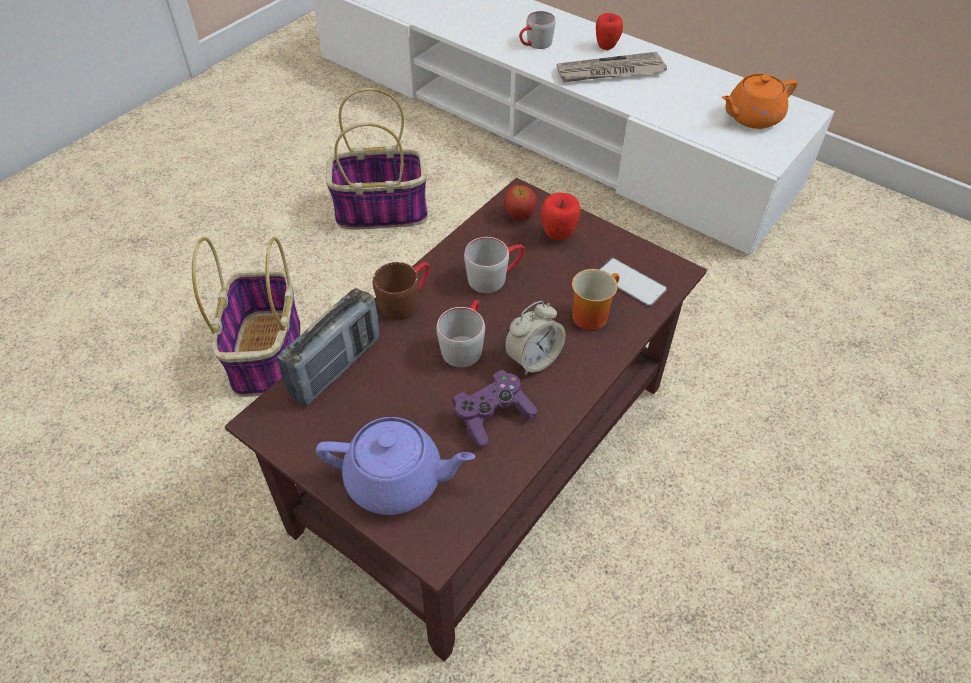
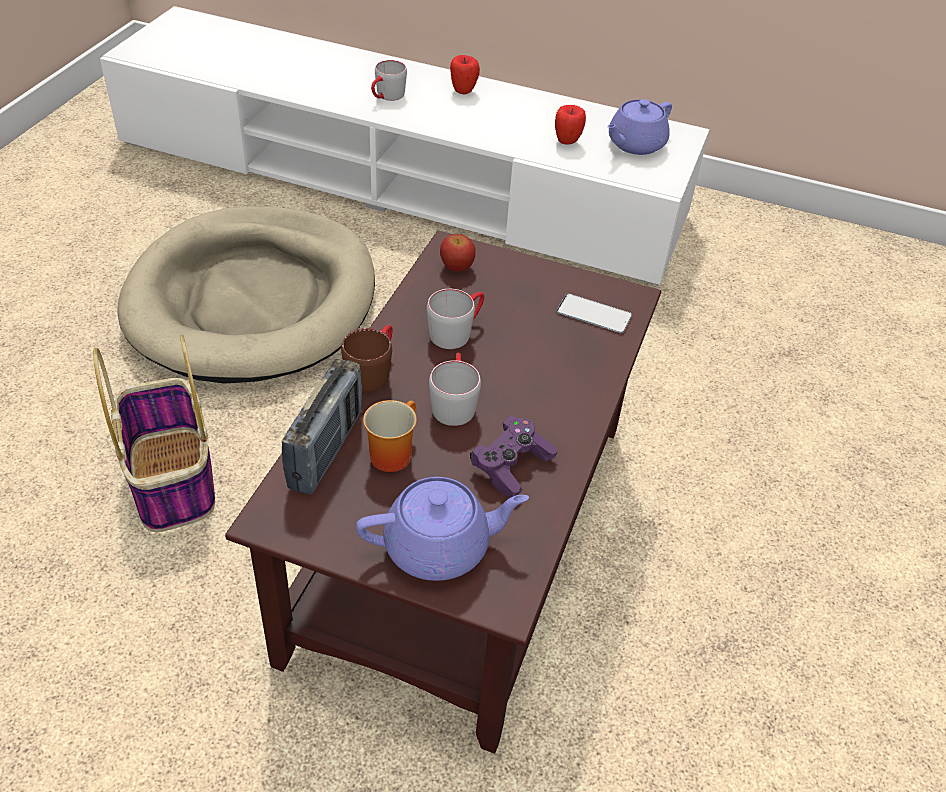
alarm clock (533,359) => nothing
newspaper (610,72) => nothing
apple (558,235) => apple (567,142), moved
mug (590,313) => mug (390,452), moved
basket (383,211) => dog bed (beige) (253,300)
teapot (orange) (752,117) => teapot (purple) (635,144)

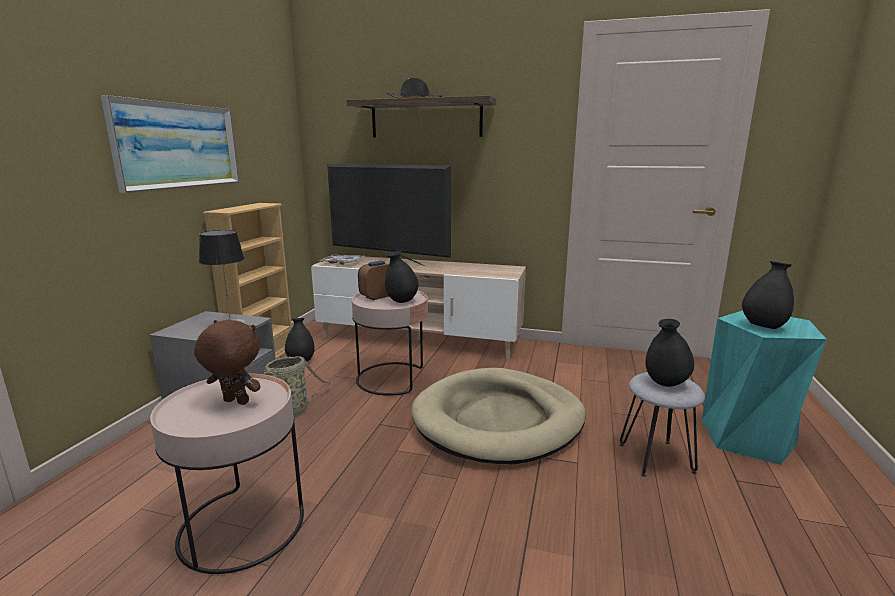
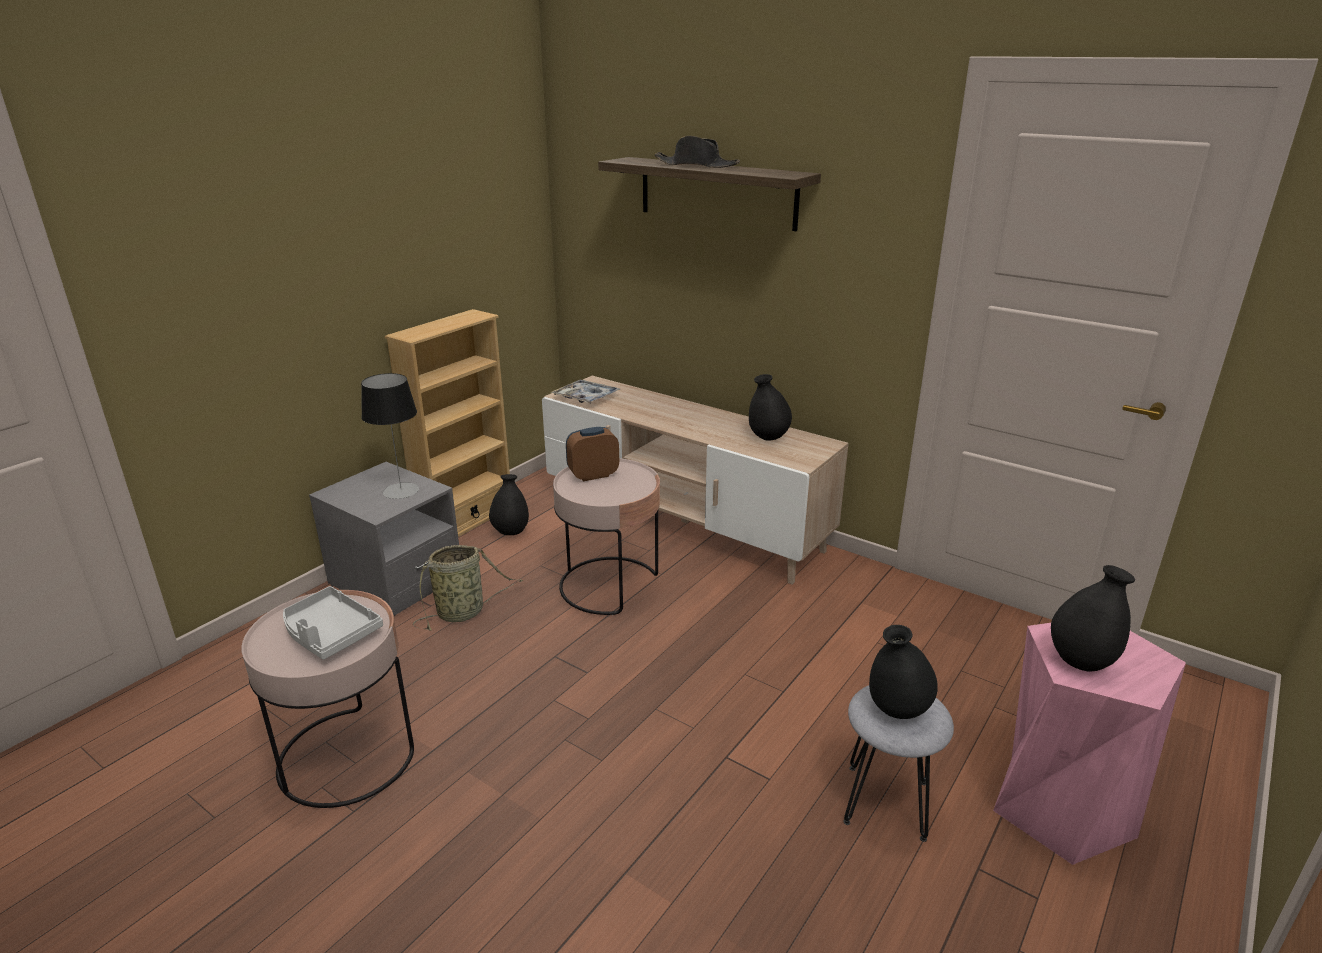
picture (178,146) => nothing
television (389,261) => nothing
dog bed (beige) (498,420) => nothing
vase (black) (402,301) => vase (black) (768,438), moved
plush toy (brown) (234,402) => tray (grey) (330,633)
stool (turquoise) (747,438) => stool (pink) (1060,807)

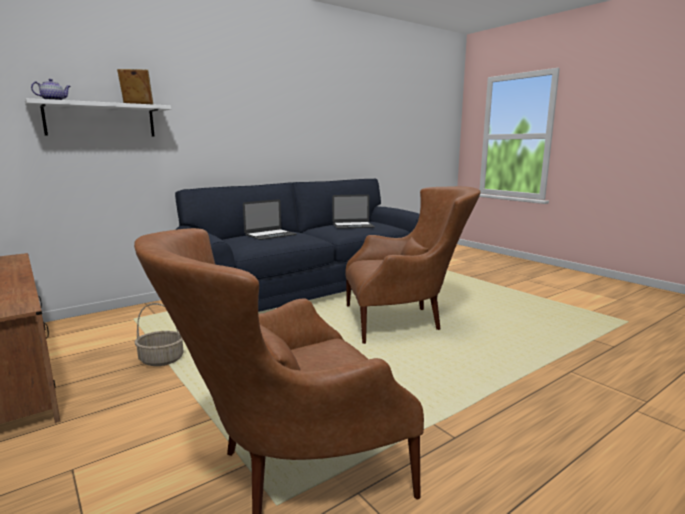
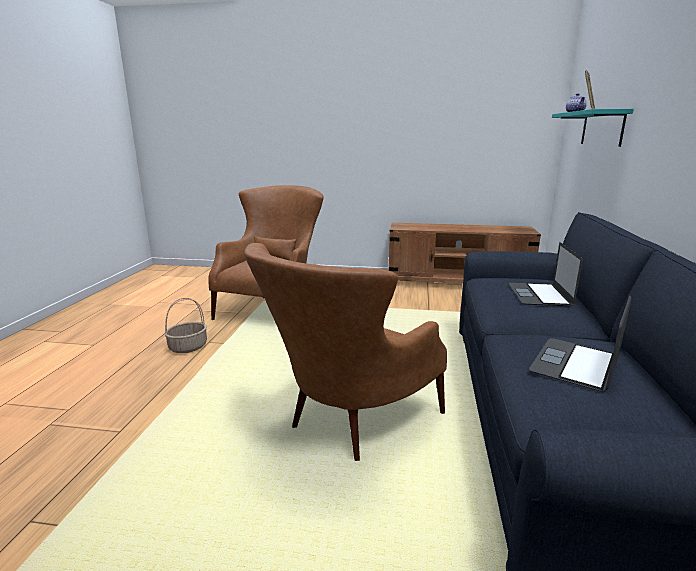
basket (161,360) => basket (188,347), moved
shelf (white) (101,120) => shelf (turquoise) (602,128)

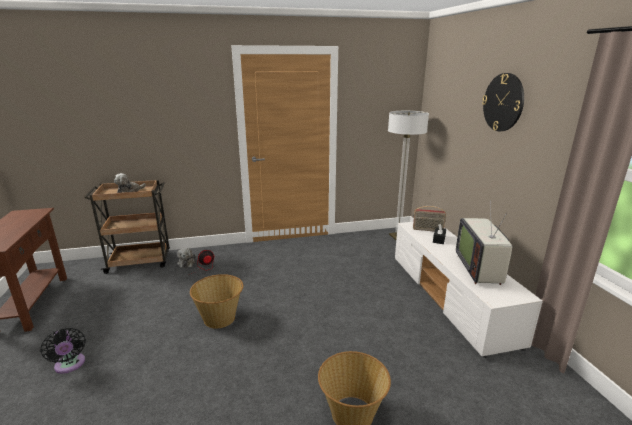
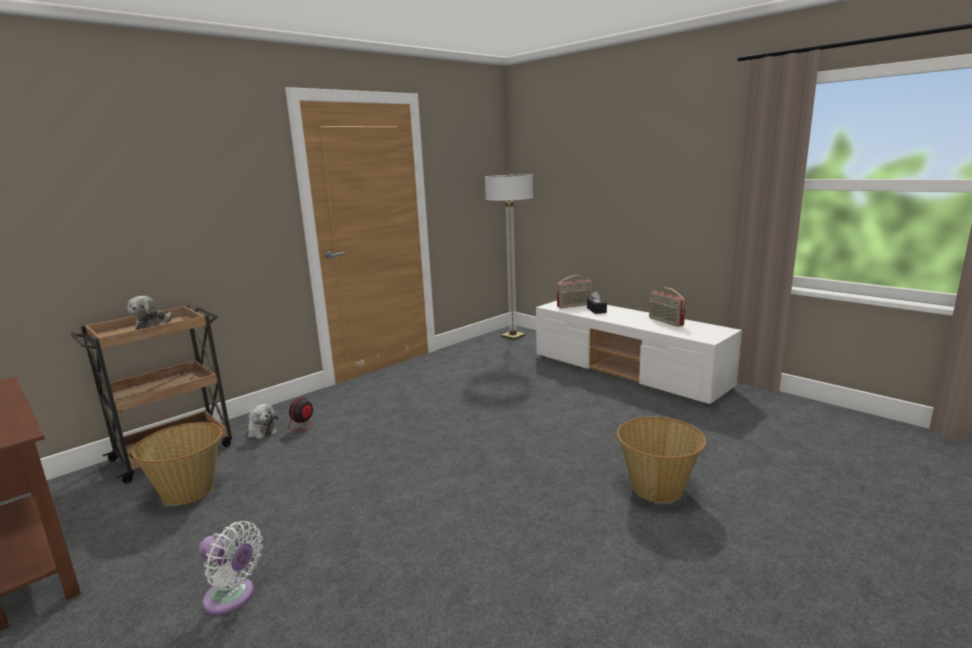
wall clock (503,102) => nothing
basket (220,318) => basket (189,490), moved
television (480,268) => radio (665,322)
fan (black) (70,365) => fan (white) (233,598)

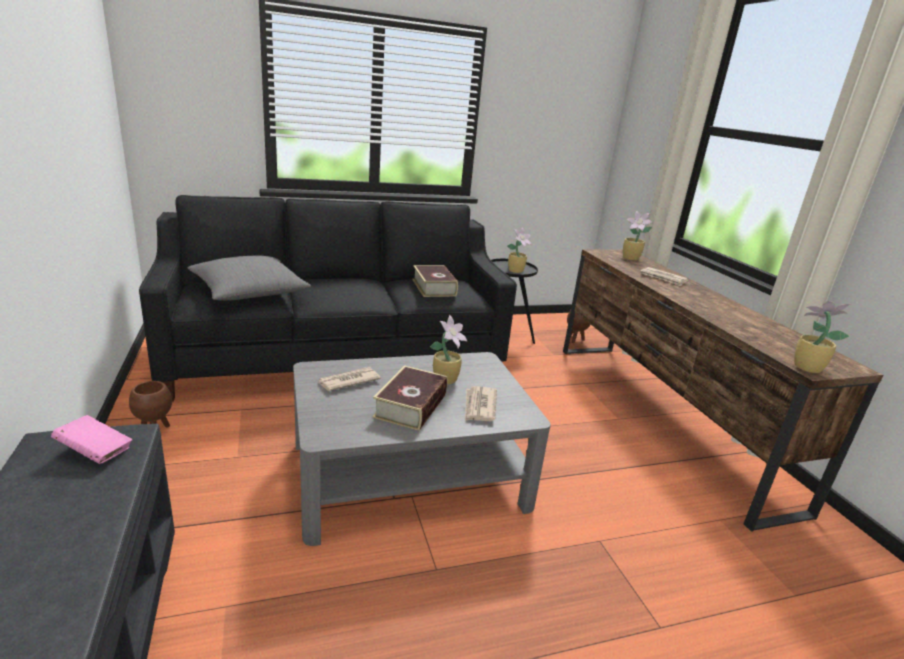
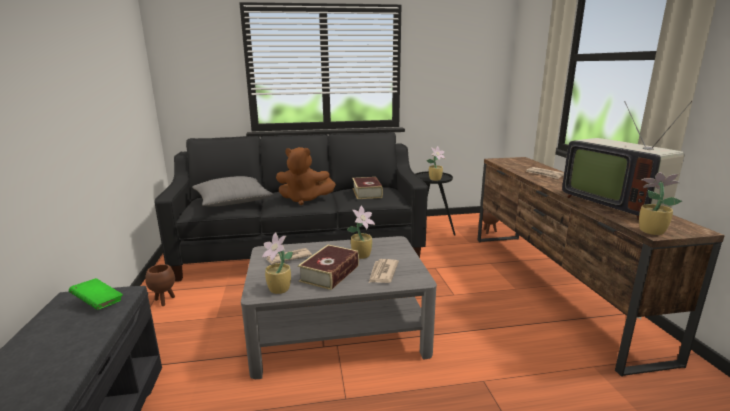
nothing => plush toy (brown) (304,200)
nothing => television (613,204)
potted plant (631,258) => potted plant (279,290), moved
book (pink) (95,452) => book (green) (98,303)

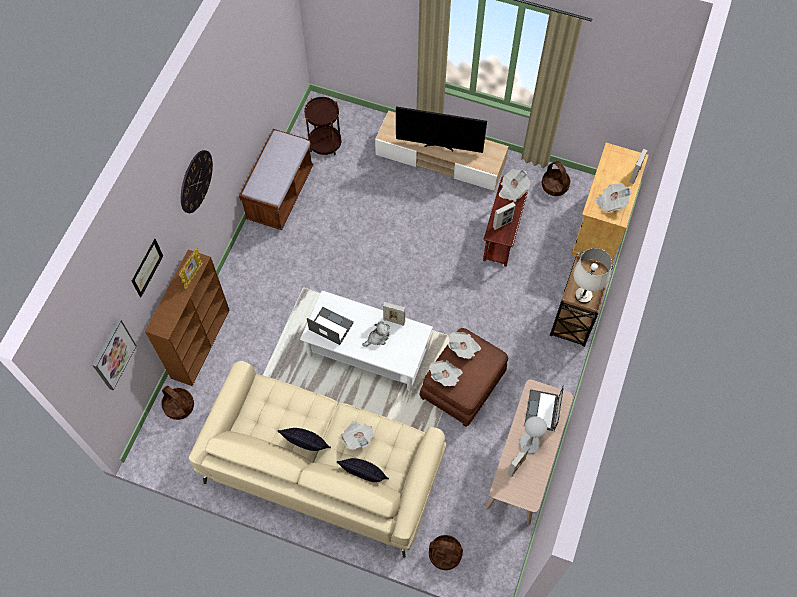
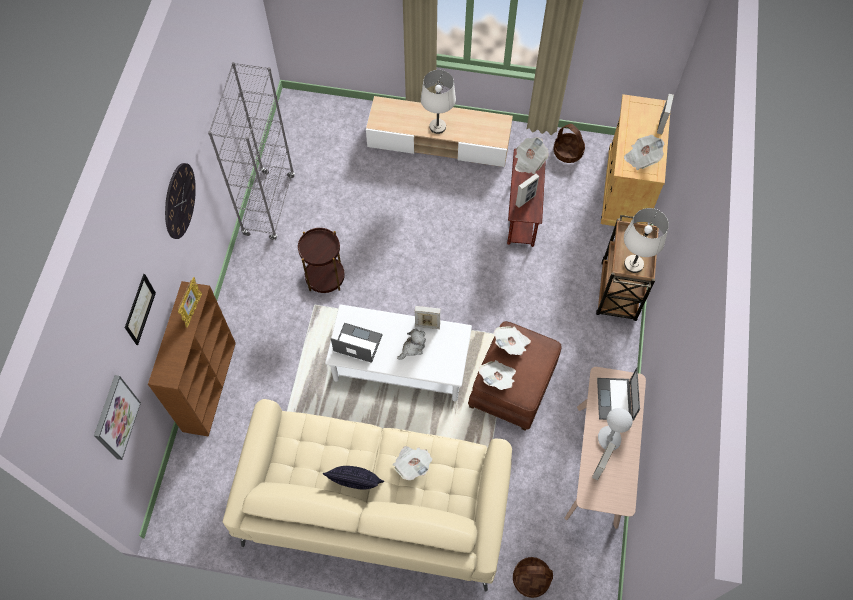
basket (179,406) => nothing
pillow (363,476) => nothing
side table (brown) (325,143) => side table (brown) (325,277), moved
bench (brown) (280,194) => bookcase (grey) (269,205)
television (439,146) => table lamp (white) (437,126)

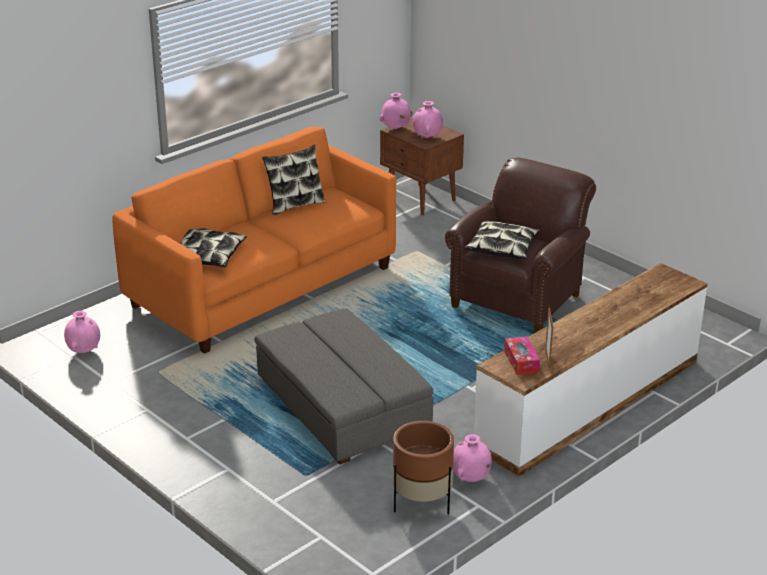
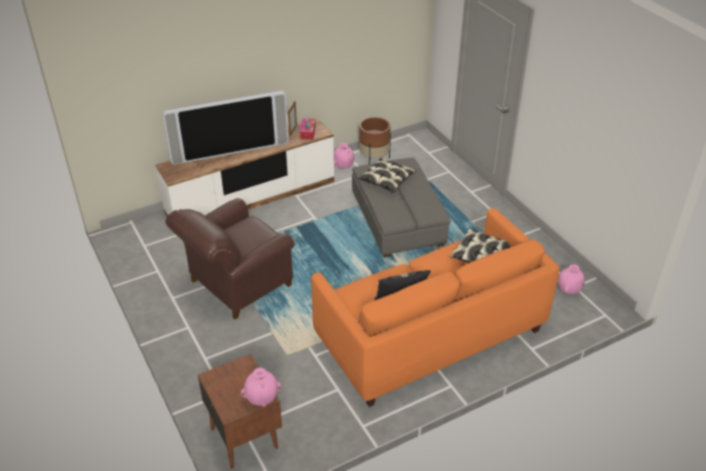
vase (pink) (427,137) => nothing
nothing => television (229,150)
pillow (502,247) => pillow (387,180), moved

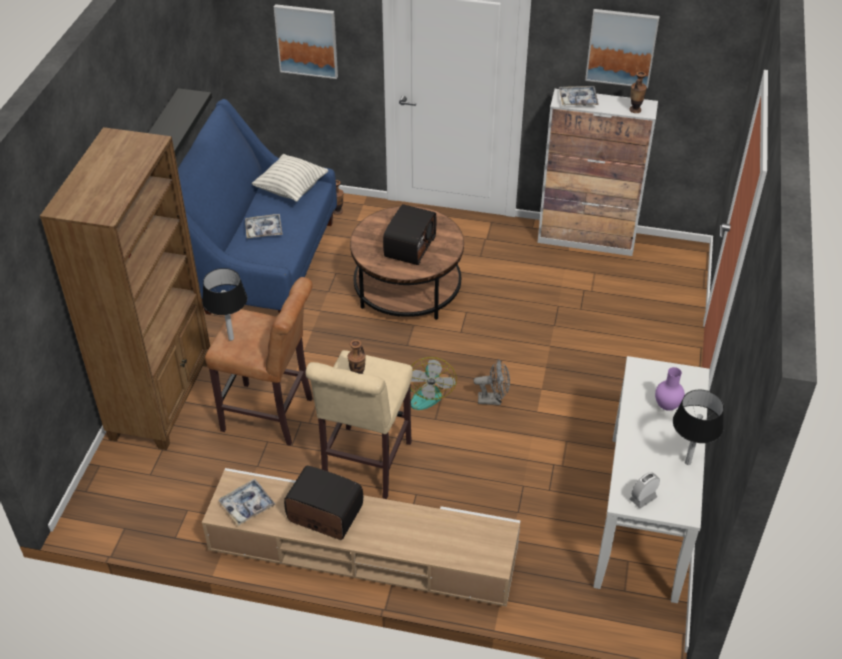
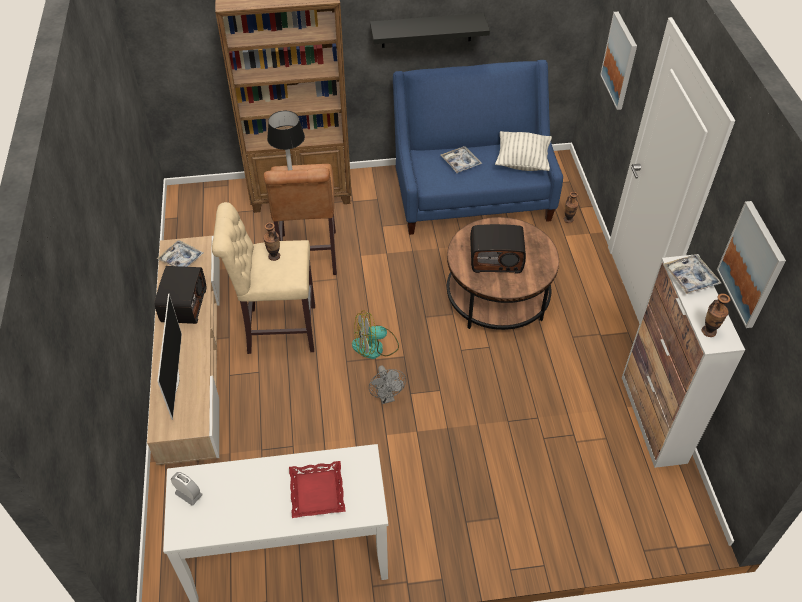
table lamp (black) (688,462) => nothing
nothing => television (174,380)
vase (purple) (666,406) => tray (red) (316,492)

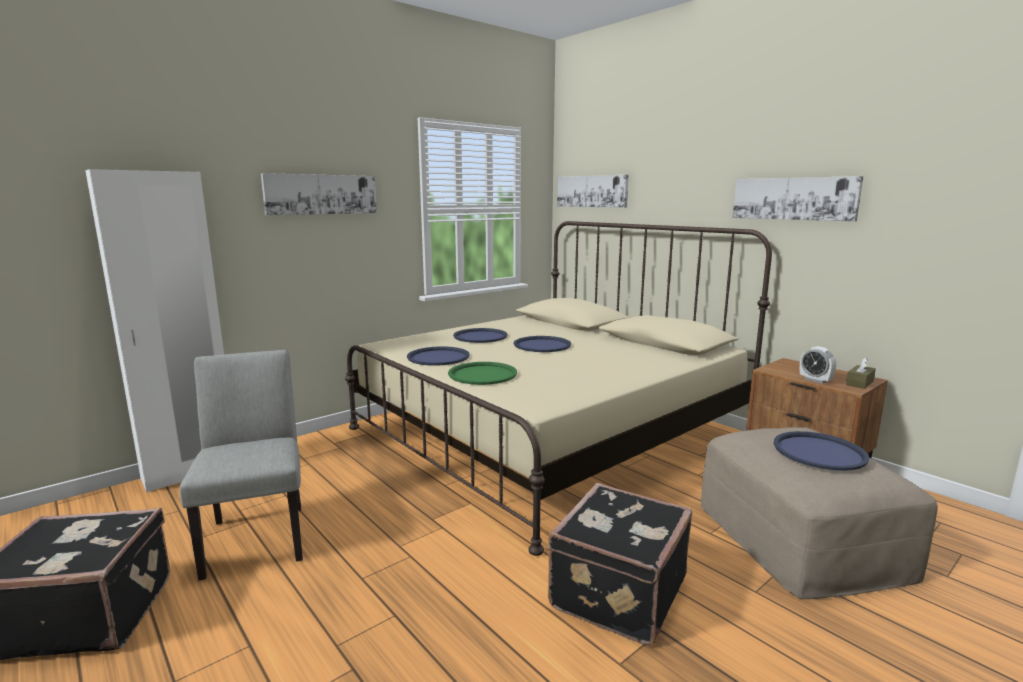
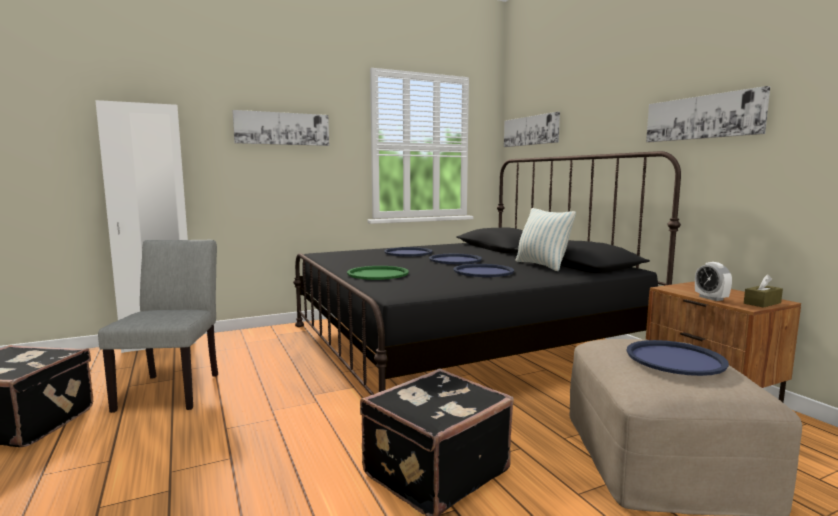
nothing => pillow (542,265)
tray (blue) (438,357) => tray (blue) (483,271), moved
bed (beige) (547,432) => bed (black) (460,343)

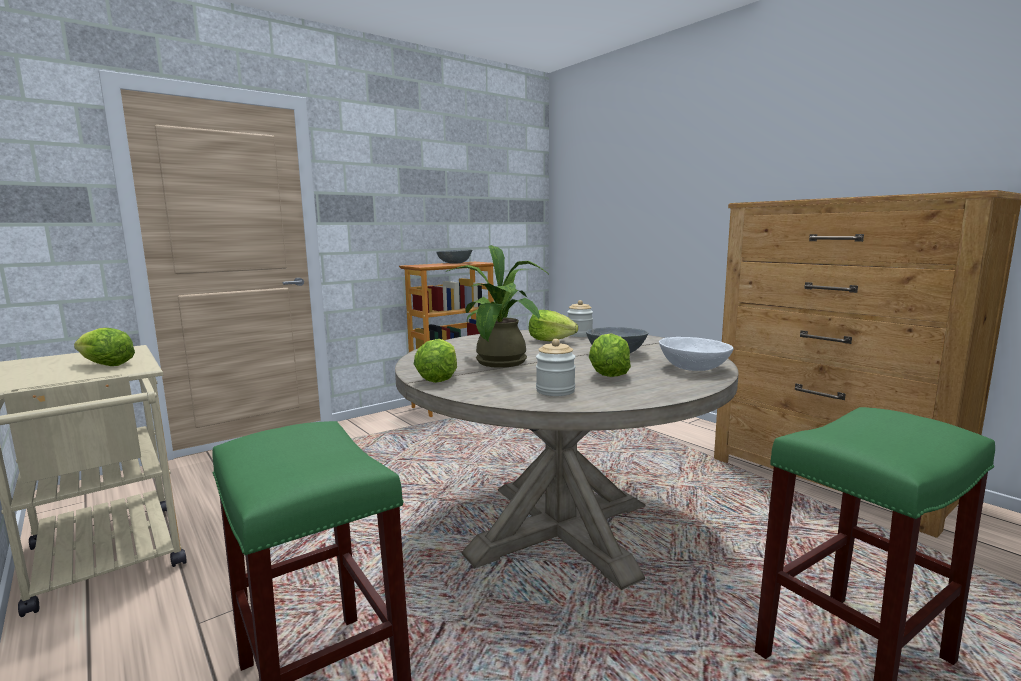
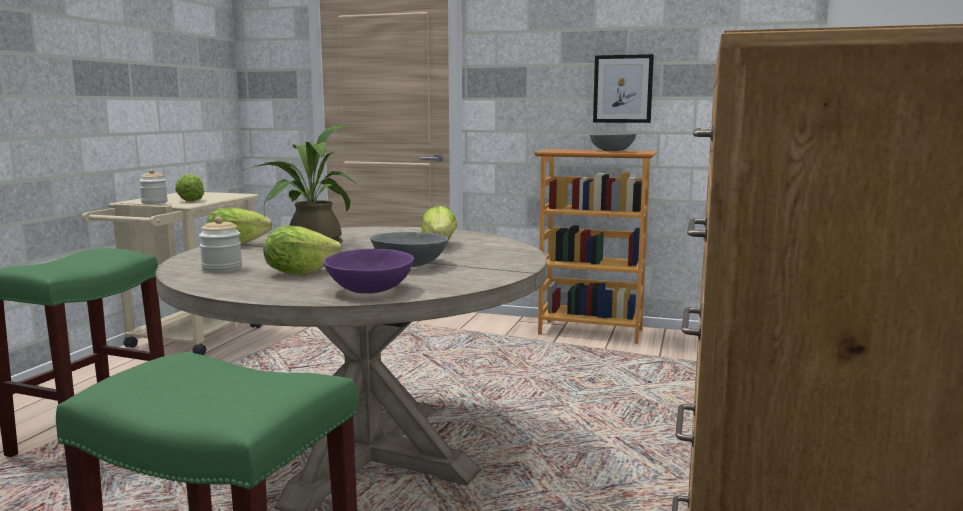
nothing => picture (623,89)
jar (579,334) => jar (154,202), moved
bowl (white) (692,368) => bowl (purple) (369,290)

